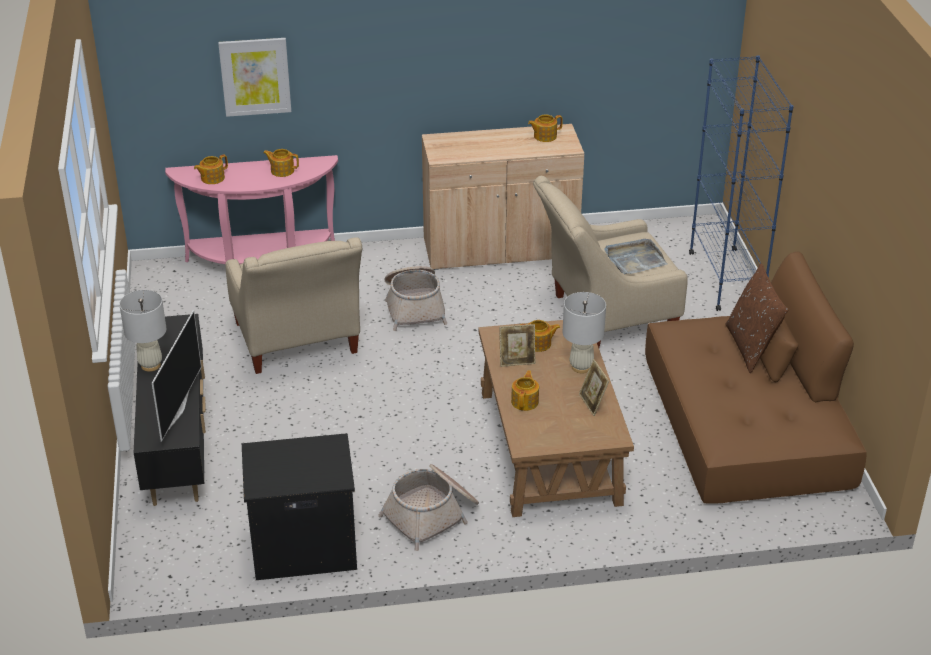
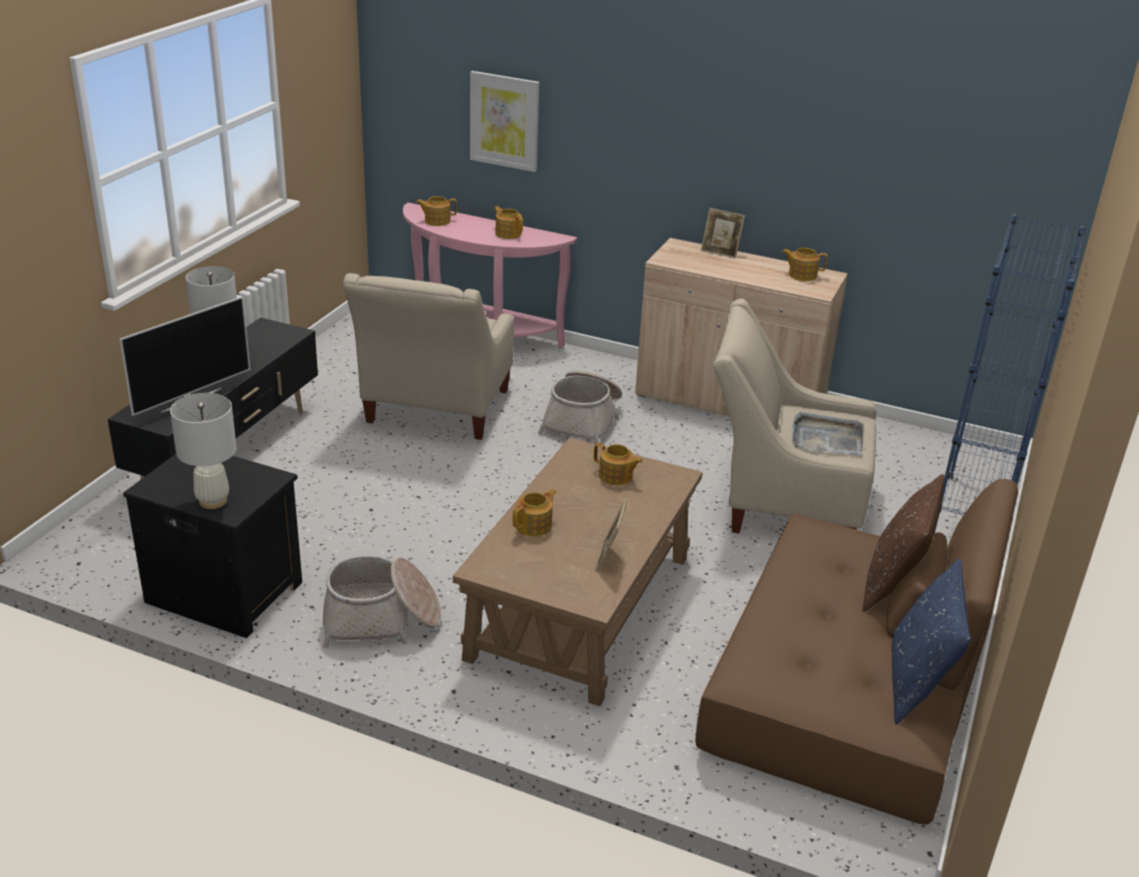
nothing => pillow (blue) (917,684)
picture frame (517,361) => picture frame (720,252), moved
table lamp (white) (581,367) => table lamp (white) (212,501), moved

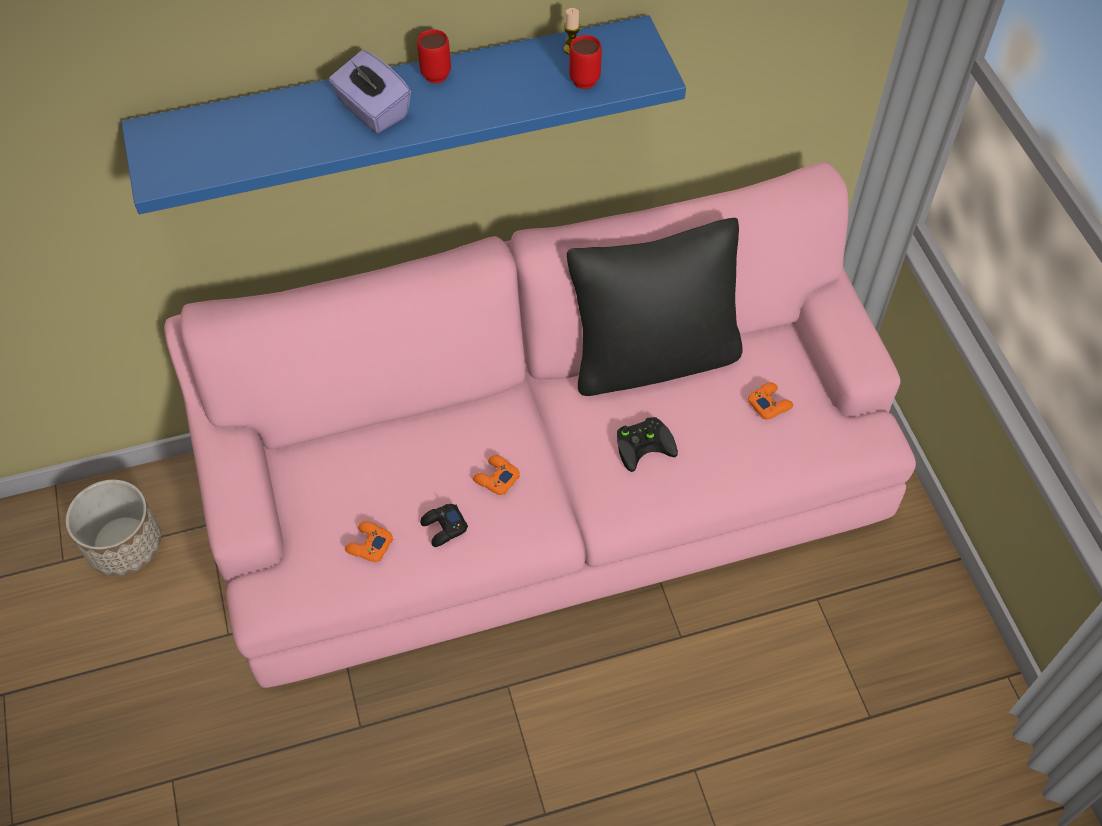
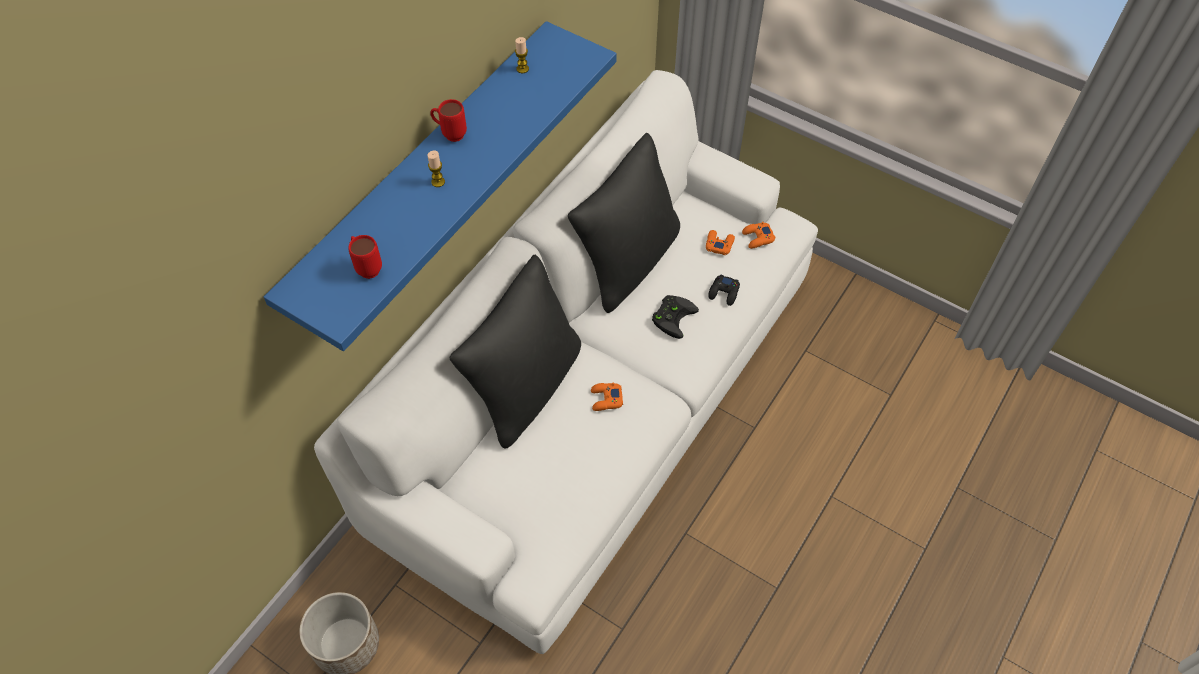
nothing => pillow (black) (525,387)
game controller (orange) (369,545) => game controller (orange) (757,238), moved
game controller (black) (444,528) => game controller (black) (724,292), moved
mug (red) (585,77) => mug (red) (367,267), moved
tissue box (purple) (372,110) => candle (438,182)
sofa (pink) (551,489) => sofa (white) (598,397)

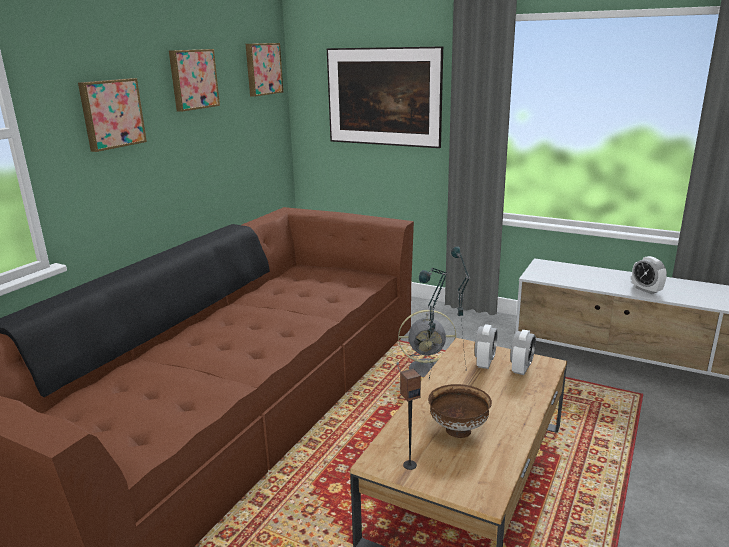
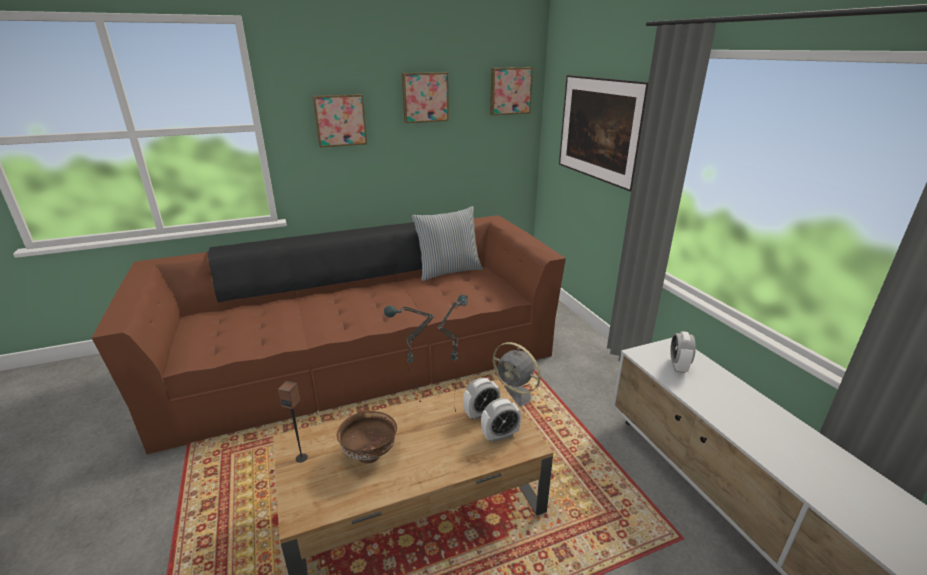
nothing => pillow (448,271)
alarm clock (646,290) => alarm clock (678,366), moved

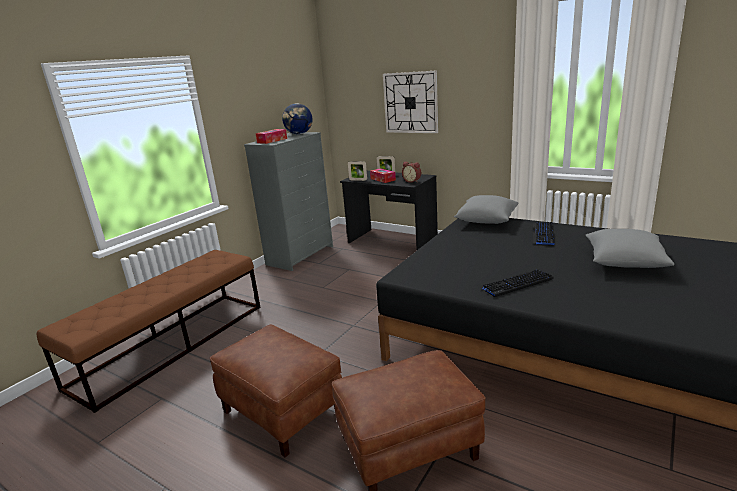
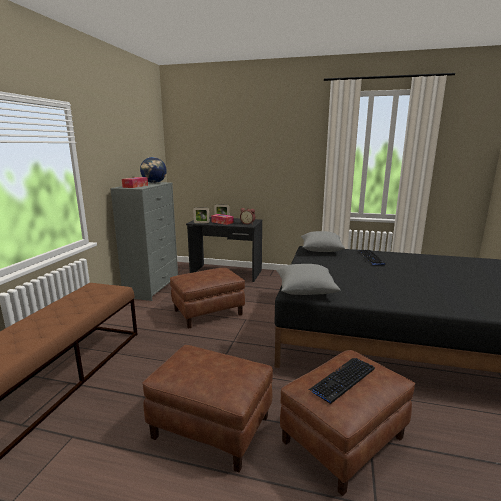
wall clock (410,102) => nothing
nothing => ottoman (brown) (208,313)
keyboard (516,284) => keyboard (343,380), moved
pillow (grey) (624,262) => pillow (grey) (305,290), moved

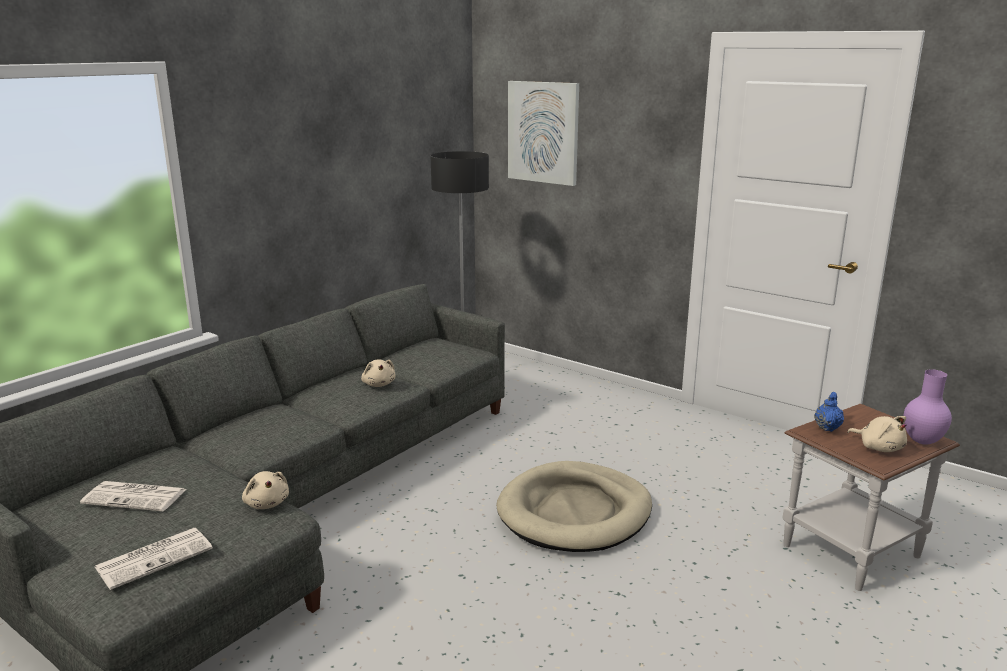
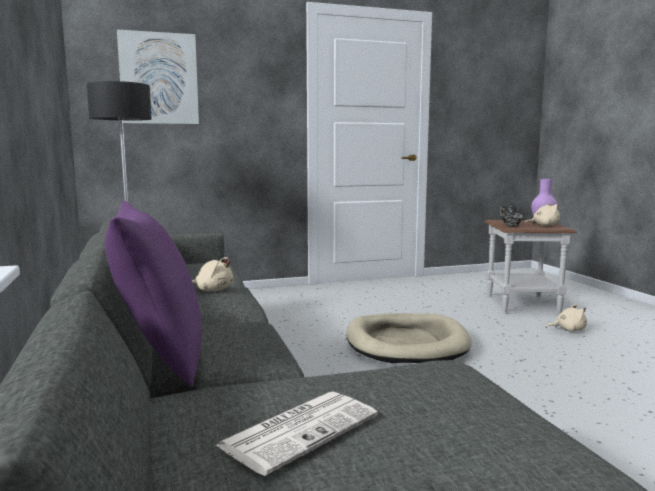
newspaper (155,557) => nothing
nothing => pillow (purple) (159,357)
plush toy (beige) (267,503) => plush toy (beige) (568,330), moved
teapot (blue) (827,427) => teapot (black) (510,226)

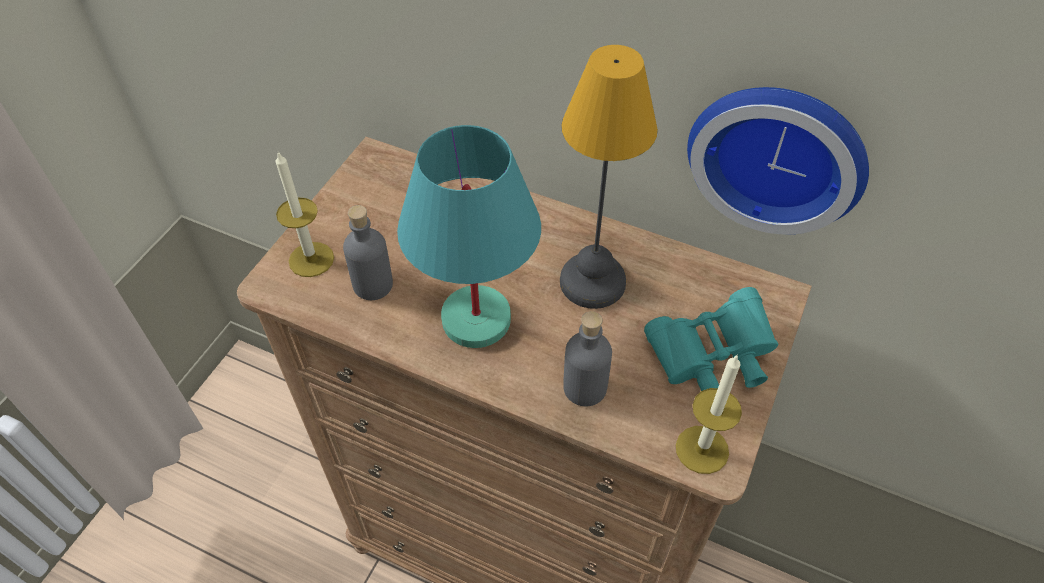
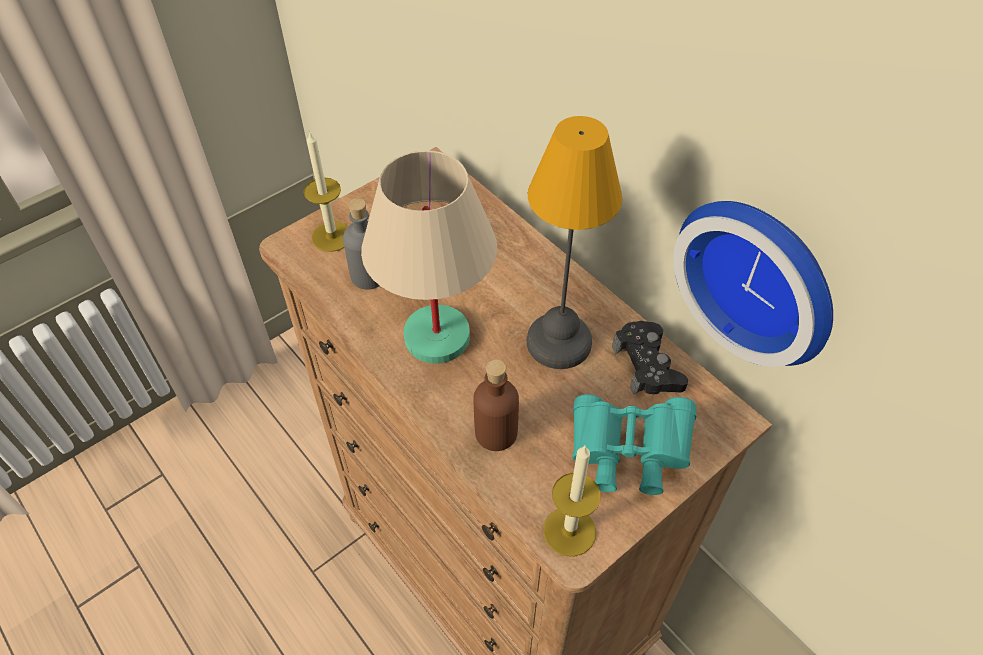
nothing => game controller (black) (647,366)
table lamp (turquoise) (474,319) => table lamp (beige) (435,336)
bottle (grey) (584,387) => bottle (brown) (496,432)

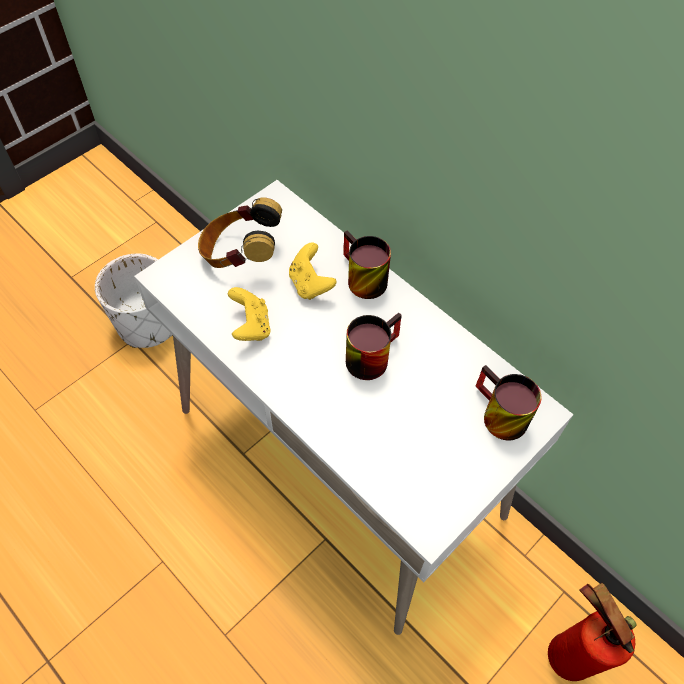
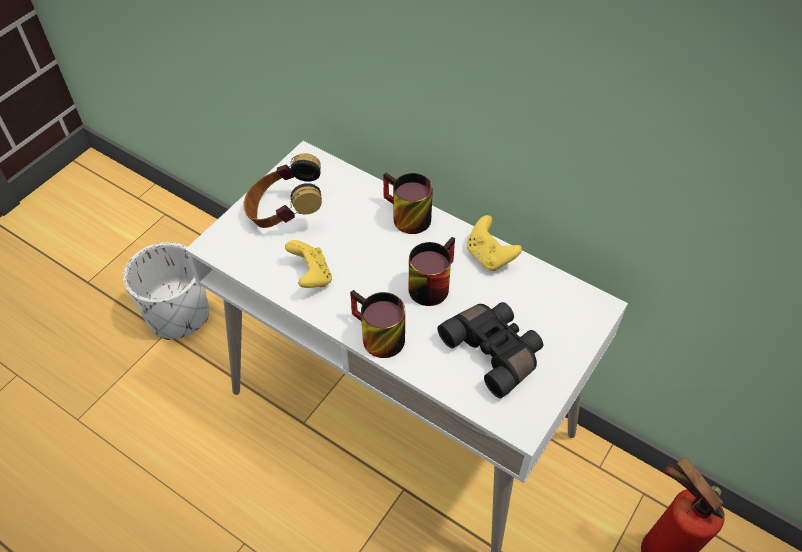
nothing => binoculars (black) (494,351)
game controller (yellow) (310,284) => game controller (yellow) (489,256), moved
mug (497,416) => mug (375,337), moved

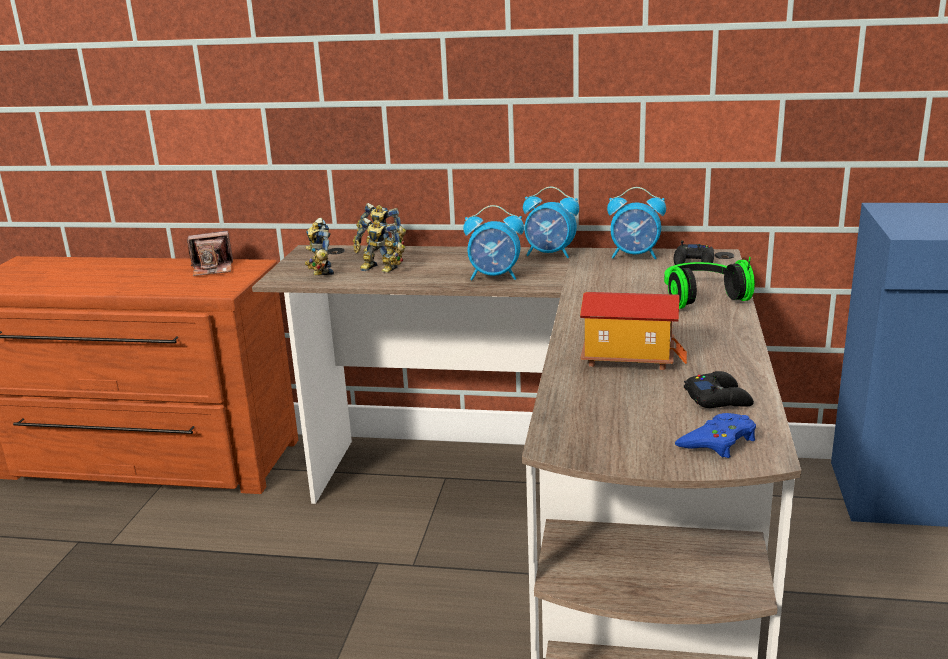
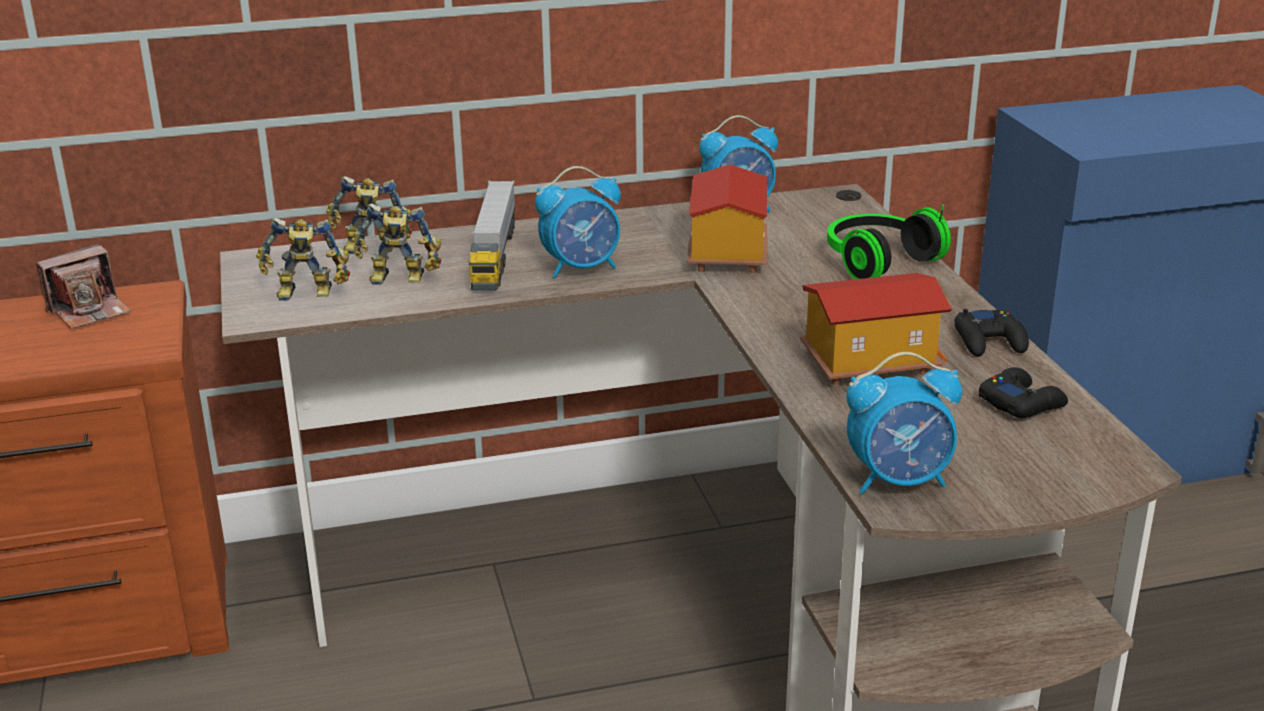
game controller (blue) (718,442) => nothing
nothing => toy truck (494,255)
nothing => toy house (725,254)
alarm clock (550,254) => alarm clock (899,481), moved
game controller (black) (694,262) => game controller (black) (989,341), moved
toy robot (319,271) => toy robot (307,294), 60 degrees counterclockwise

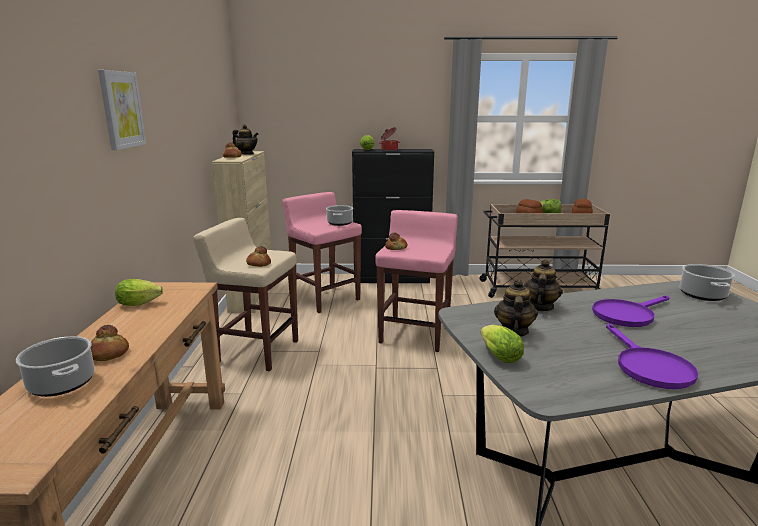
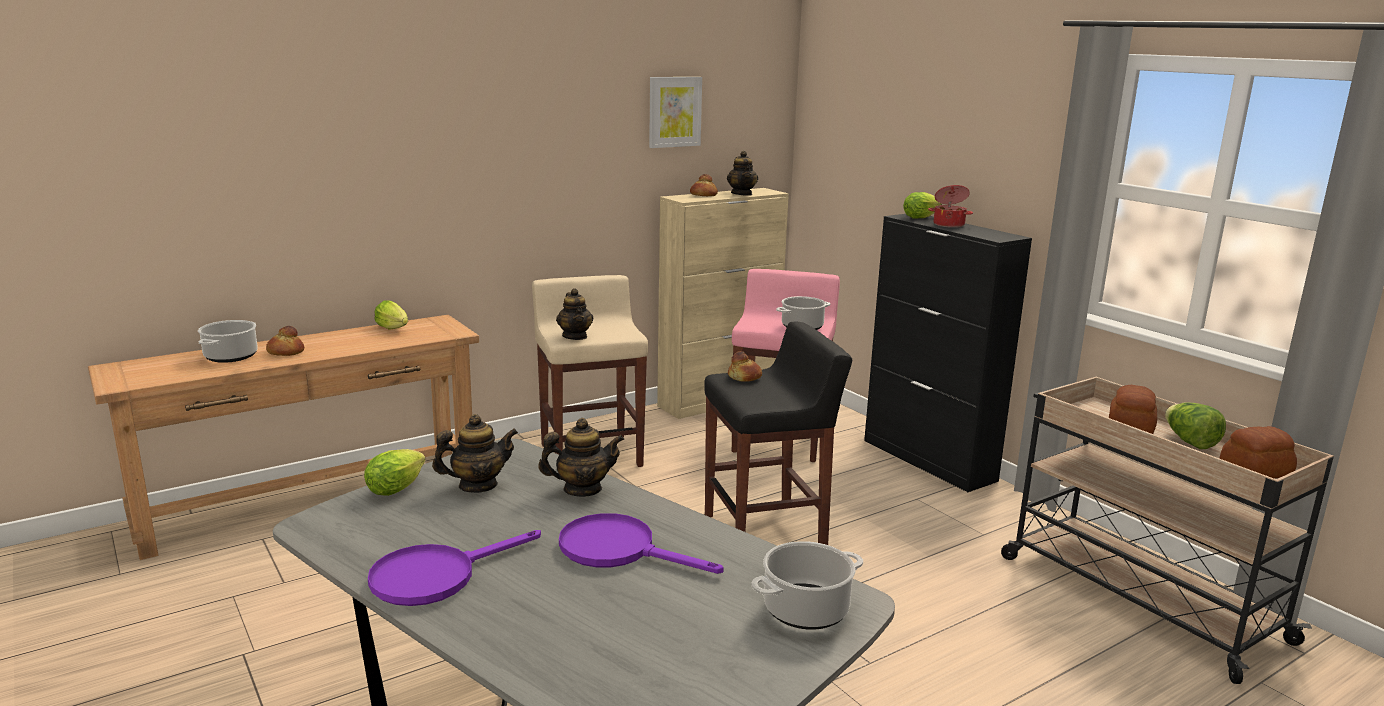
picture (121,110) => picture (674,112), moved
bread (258,264) => teapot (575,336)
stool (pink) (415,334) => stool (black) (766,533)

